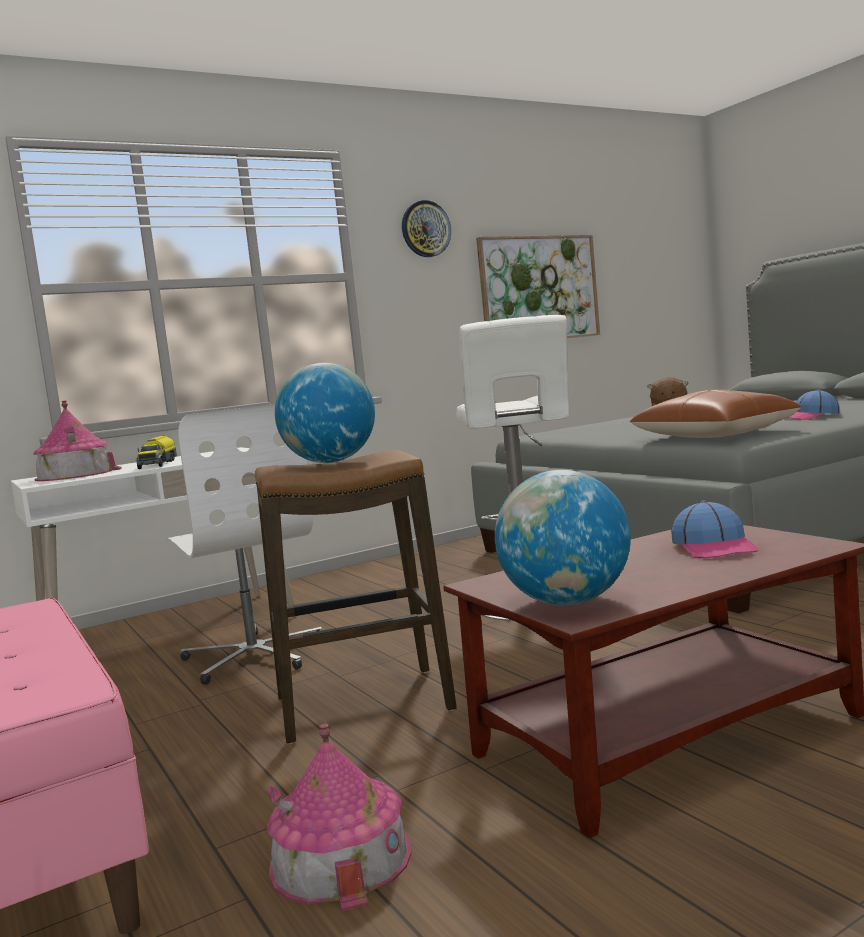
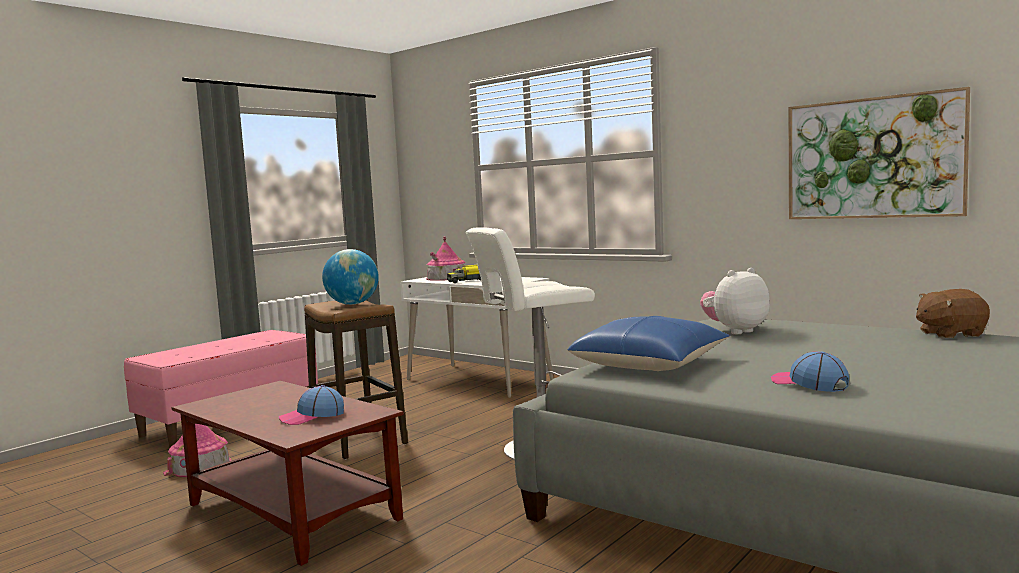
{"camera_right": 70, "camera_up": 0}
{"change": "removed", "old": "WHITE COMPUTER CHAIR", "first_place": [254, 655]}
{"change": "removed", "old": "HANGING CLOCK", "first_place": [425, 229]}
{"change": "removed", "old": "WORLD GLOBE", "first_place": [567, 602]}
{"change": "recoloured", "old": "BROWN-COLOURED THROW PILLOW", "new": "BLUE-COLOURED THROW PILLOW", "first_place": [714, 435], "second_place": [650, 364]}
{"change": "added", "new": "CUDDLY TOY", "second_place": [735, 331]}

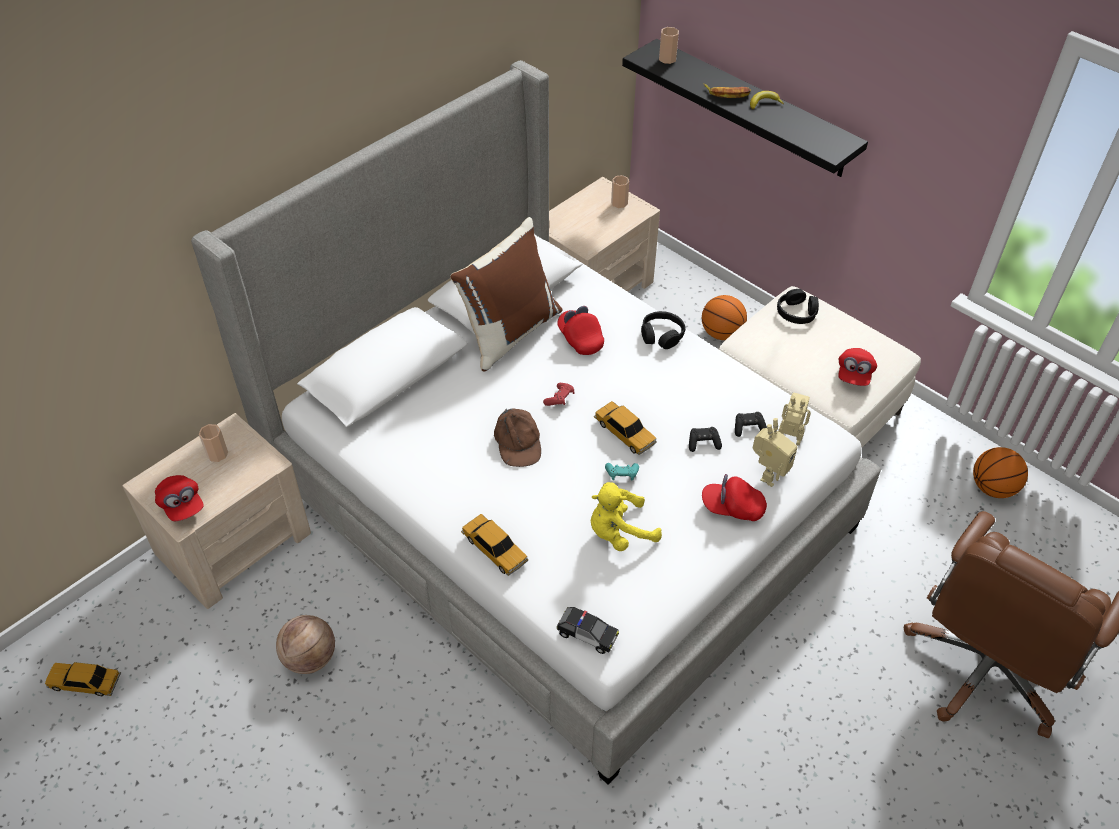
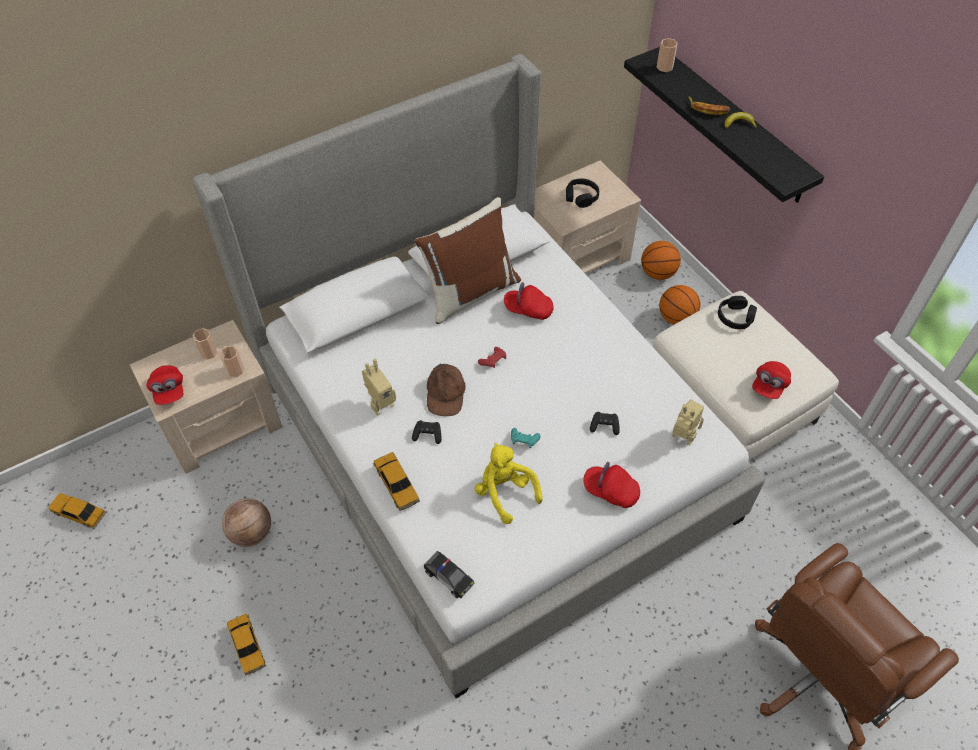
{"camera_right": 15, "camera_up": 5}
{"change": "turned", "old": "REDDISH BASEBALL CAP", "first_place": [580, 339], "second_place": [528, 309], "degrees": -60}
{"change": "turned", "old": "YELLOWISH CUDDLY TOY", "first_place": [619, 533], "second_place": [505, 492], "degrees": 60}
{"change": "moved", "old": "MINIATURE CAR", "first_place": [625, 433], "second_place": [247, 646]}
{"change": "moved", "old": "CUP", "first_place": [619, 203], "second_place": [235, 370]}
{"change": "moved", "old": "BLACKISH HEADSET", "first_place": [661, 335], "second_place": [581, 197]}
{"change": "moved", "old": "BLACKISH JOYPAD", "first_place": [748, 428], "second_place": [427, 435]}
{"change": "moved", "old": "TOY ROBOT", "first_place": [768, 474], "second_place": [380, 404]}
{"change": "moved", "old": "BALL FOR BASKETBALL", "first_place": [992, 488], "second_place": [658, 273]}

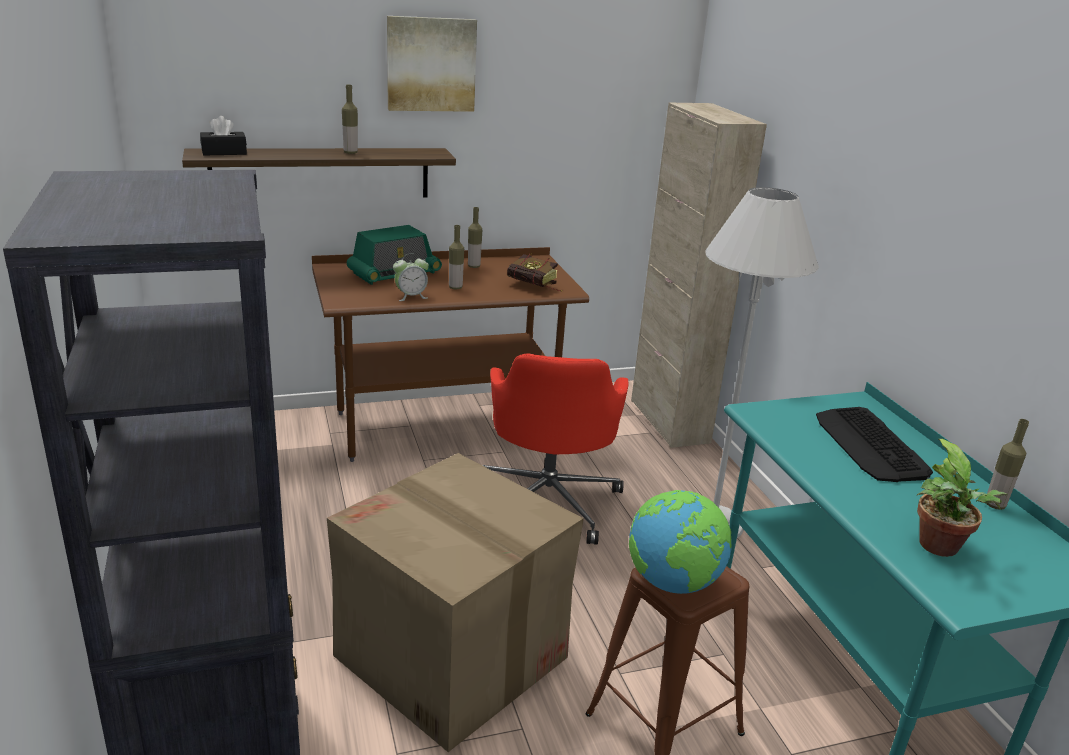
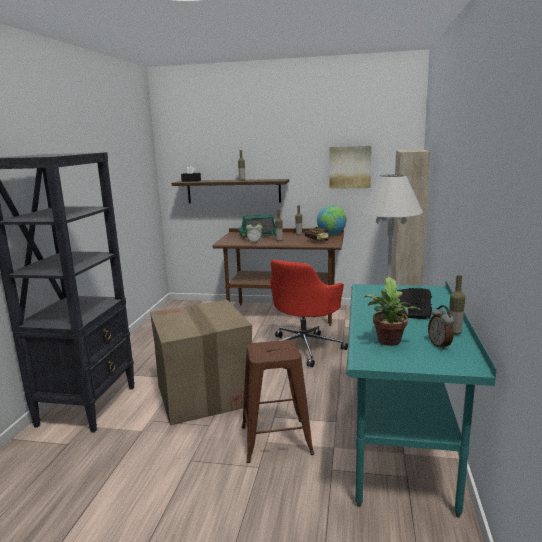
{"camera_right": 30, "camera_up": -10}
{"change": "moved", "old": "WALL ART", "first_place": [431, 64], "second_place": [350, 167]}
{"change": "moved", "old": "WORLD GLOBE", "first_place": [673, 583], "second_place": [331, 235]}
{"change": "added", "new": "ALARM CLOCK", "second_place": [440, 345]}

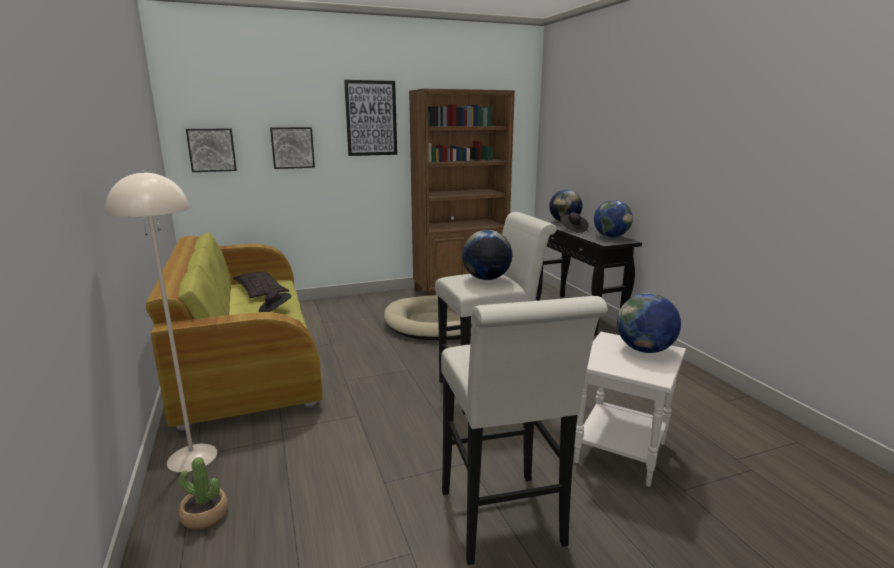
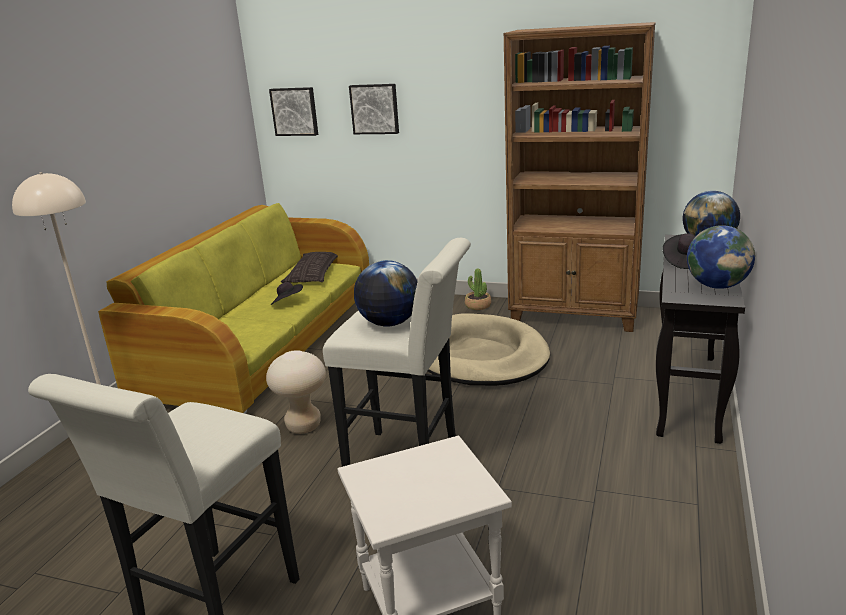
{"camera_right": 40, "camera_up": 5}
{"change": "moved", "old": "POTTED PLANT", "first_place": [205, 516], "second_place": [478, 306]}
{"change": "removed", "old": "WALL ART", "first_place": [371, 118]}
{"change": "removed", "old": "WORLD GLOBE", "first_place": [644, 350]}
{"change": "added", "new": "BEIGE-COLOURED STOOL", "second_place": [303, 426]}

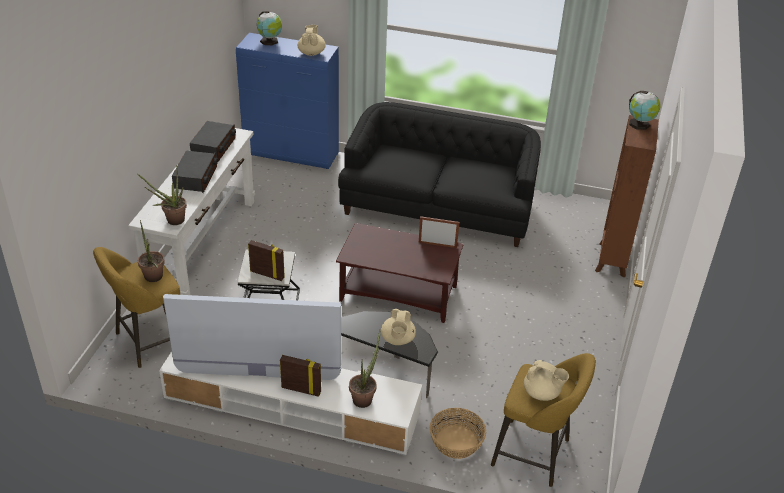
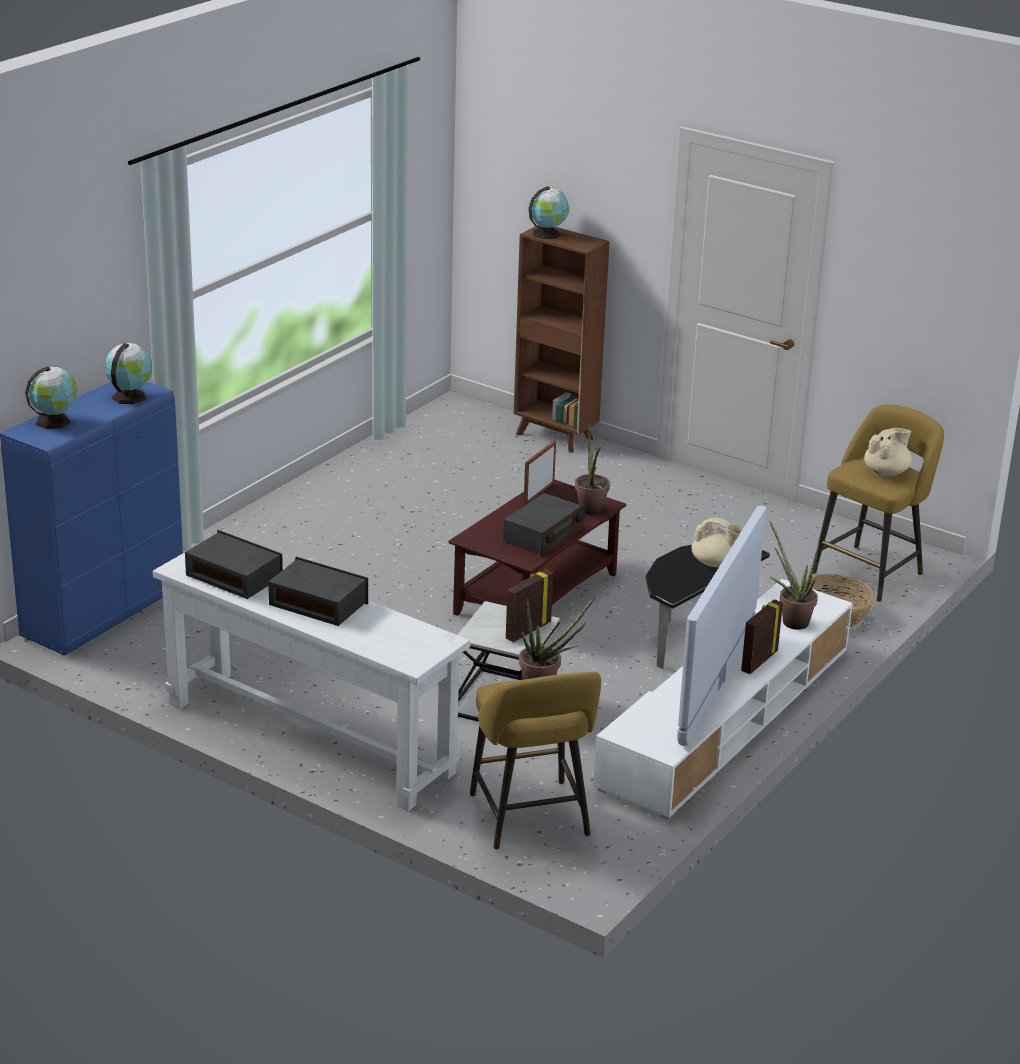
{"camera_right": -70, "camera_up": -10}
{"change": "moved", "old": "POTTED PLANT", "first_place": [171, 221], "second_place": [591, 512]}
{"change": "replaced", "old": "BEIGE-COLOURED TEA POT", "new": "WORLD GLOBE", "first_place": [311, 53], "second_place": [130, 396]}
{"change": "removed", "old": "BLACKISH COUCH", "first_place": [439, 207]}
{"change": "added", "new": "RADIO", "second_place": [543, 535]}

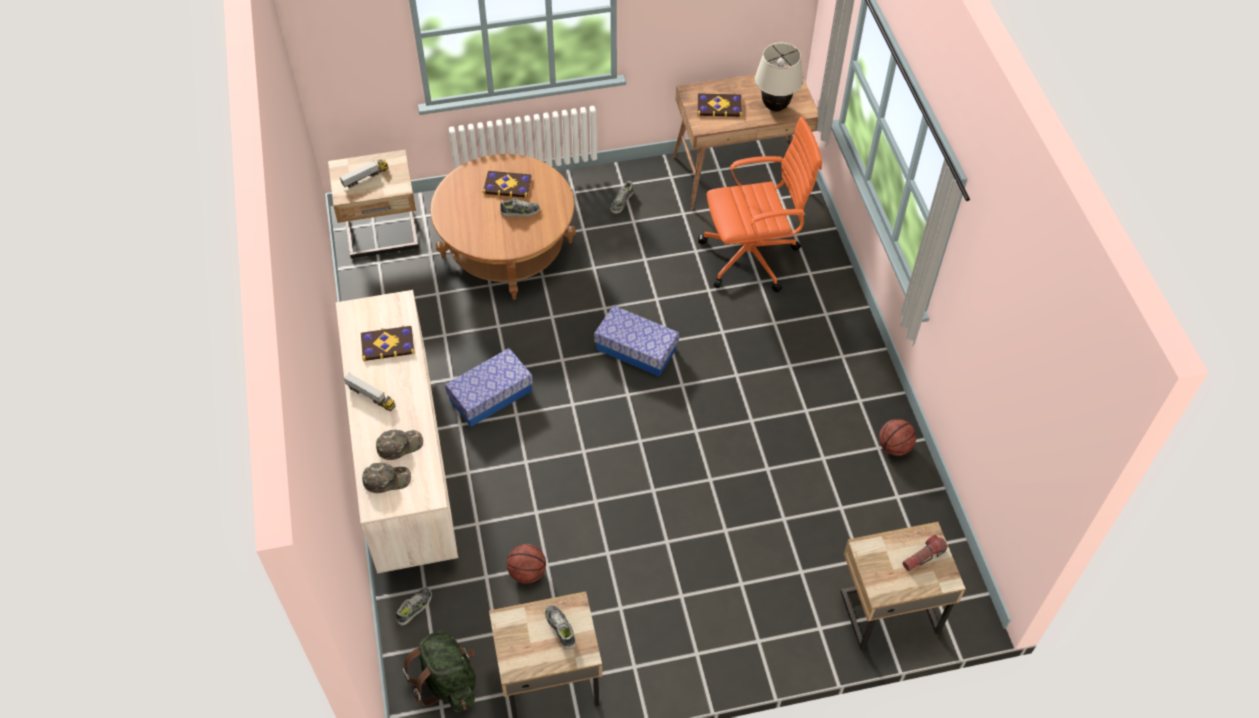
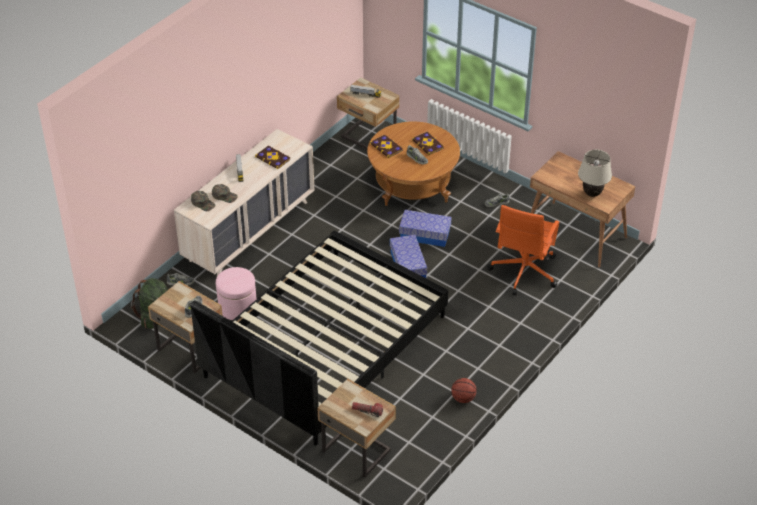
{"camera_right": 50, "camera_up": -10}
{"change": "moved", "old": "STORAGE BOX", "first_place": [490, 395], "second_place": [425, 235]}
{"change": "replaced", "old": "BALL FOR BASKETBALL", "new": "PINK FOOTREST", "first_place": [527, 572], "second_place": [237, 307]}
{"change": "moved", "old": "BOUND BOOK", "first_place": [719, 106], "second_place": [386, 147]}
{"change": "turned", "old": "ORANGEY COMPUTER CHAIR", "first_place": [752, 256], "second_place": [523, 272], "degrees": 75}
{"change": "added", "new": "BLACKISH SLEEPING BED", "second_place": [325, 346]}

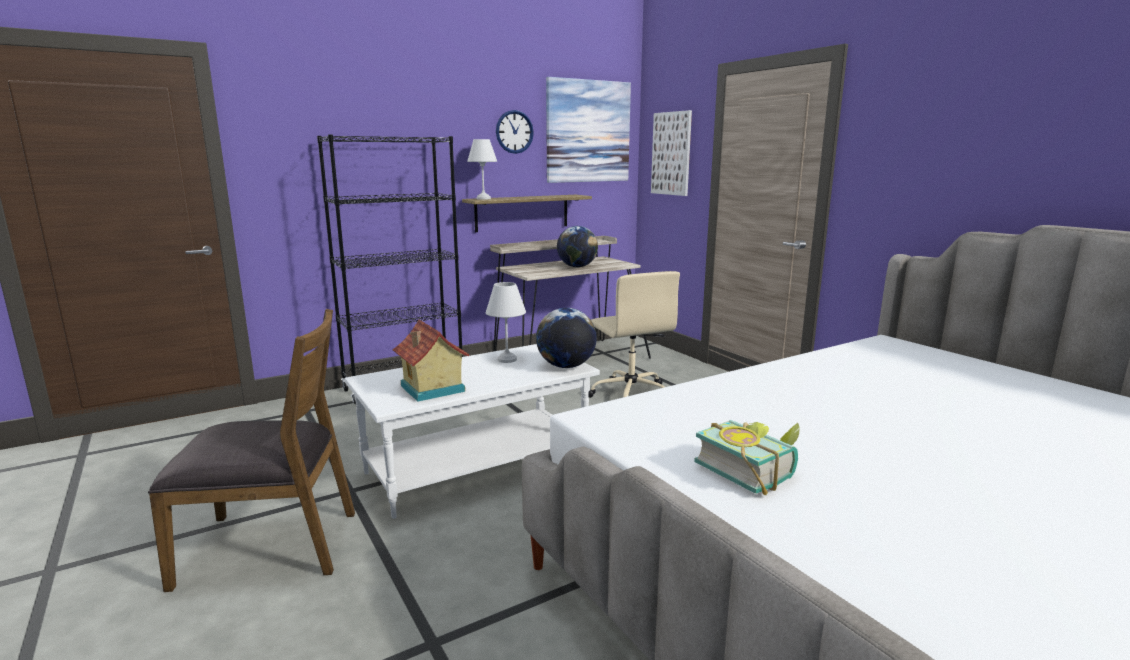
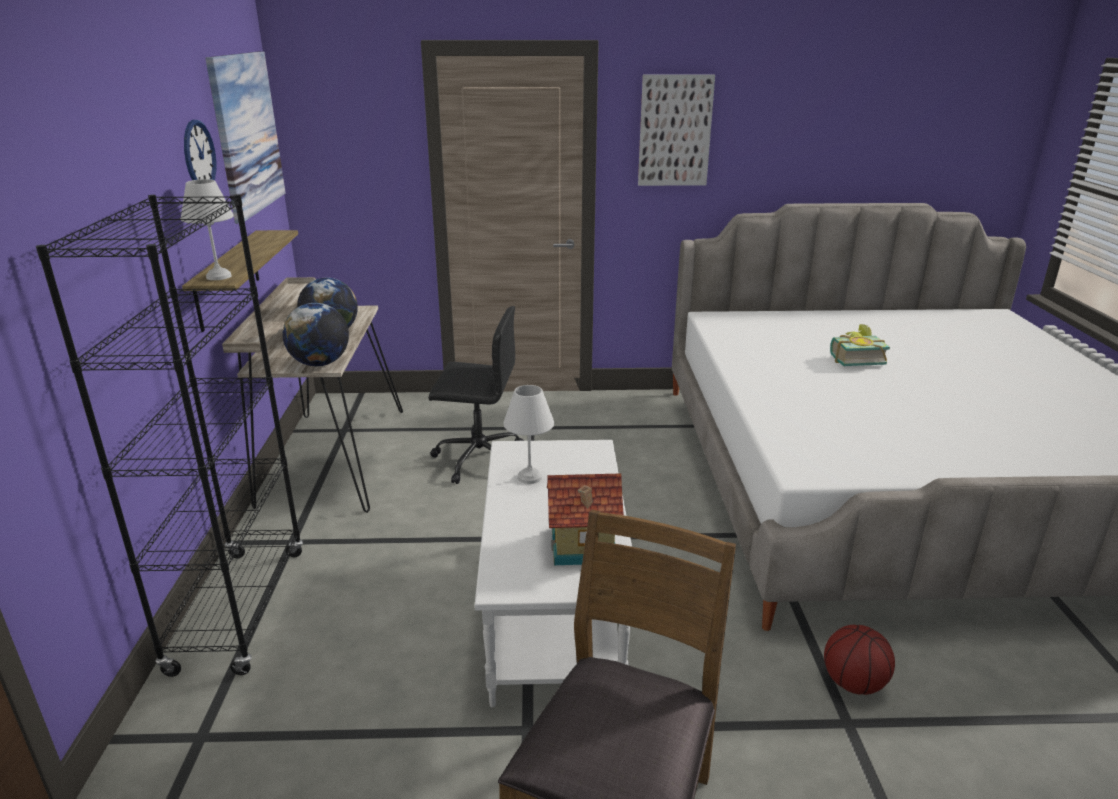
{"camera_right": -60, "camera_up": 10}
{"change": "moved", "old": "WORLD GLOBE", "first_place": [566, 366], "second_place": [320, 363]}
{"change": "recoloured", "old": "BEIGE-COLOURED COMPUTER CHAIR", "new": "BLACKISH COMPUTER CHAIR", "first_place": [630, 394], "second_place": [477, 458]}
{"change": "moved", "old": "WALL ART", "first_place": [671, 153], "second_place": [675, 131]}
{"change": "moved", "old": "BOUND BOOK", "first_place": [750, 470], "second_place": [854, 359]}
{"change": "added", "new": "BALL FOR BASKETBALL", "second_place": [853, 682]}

